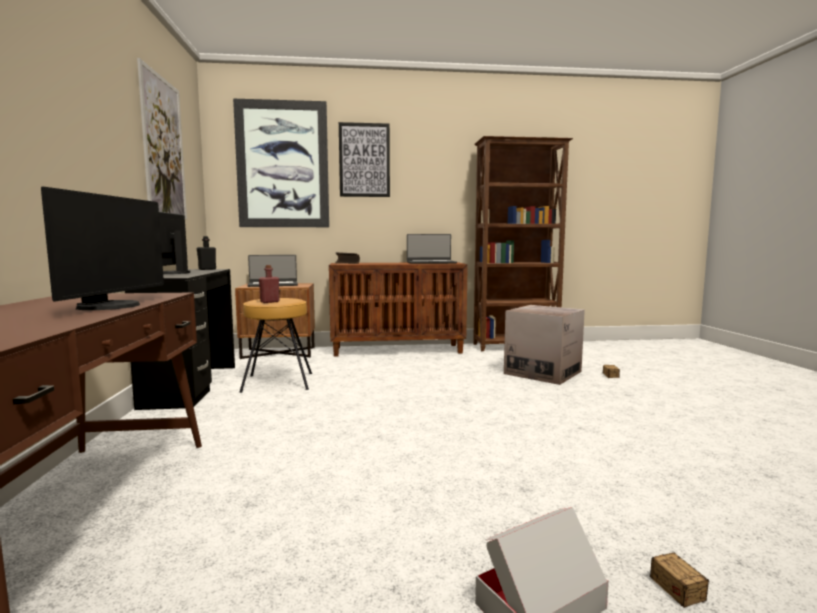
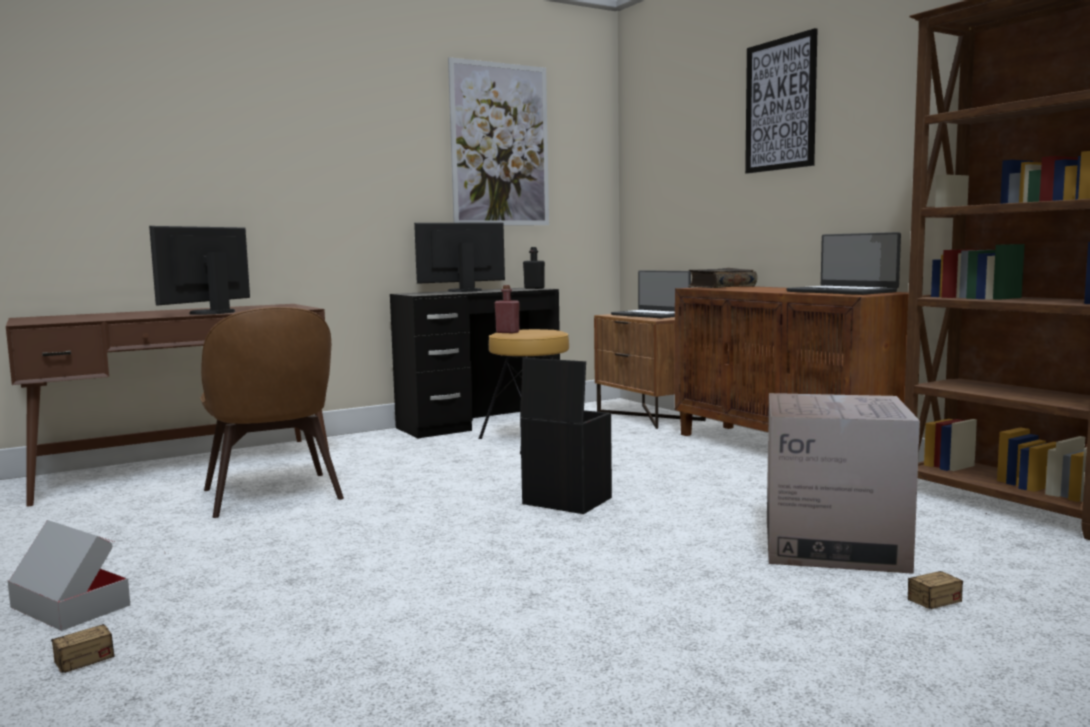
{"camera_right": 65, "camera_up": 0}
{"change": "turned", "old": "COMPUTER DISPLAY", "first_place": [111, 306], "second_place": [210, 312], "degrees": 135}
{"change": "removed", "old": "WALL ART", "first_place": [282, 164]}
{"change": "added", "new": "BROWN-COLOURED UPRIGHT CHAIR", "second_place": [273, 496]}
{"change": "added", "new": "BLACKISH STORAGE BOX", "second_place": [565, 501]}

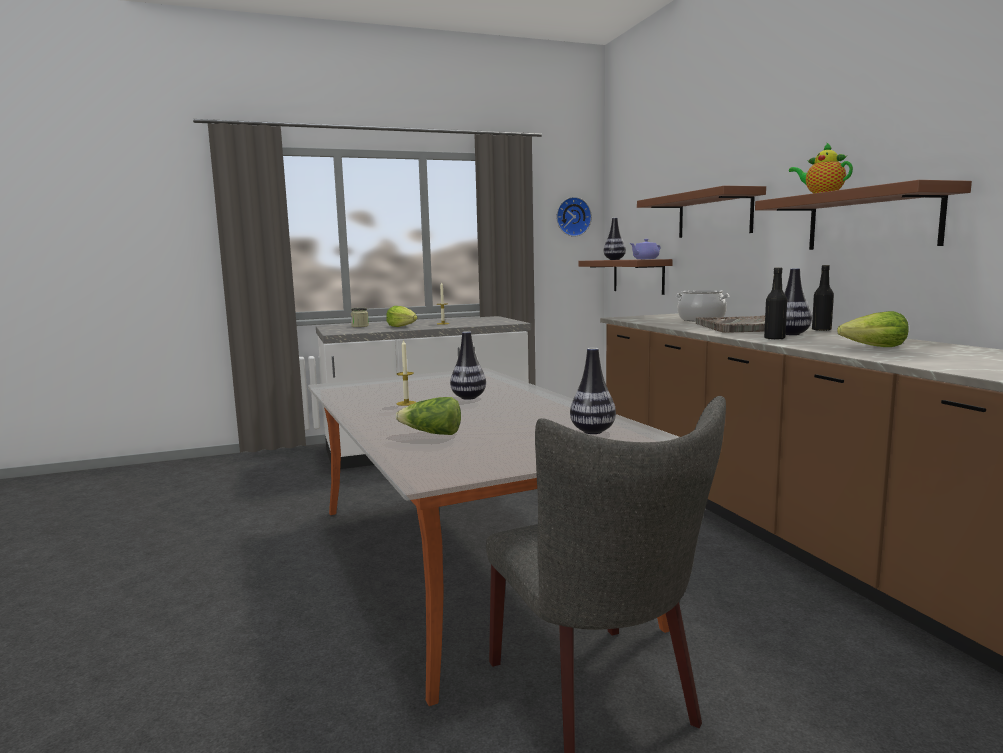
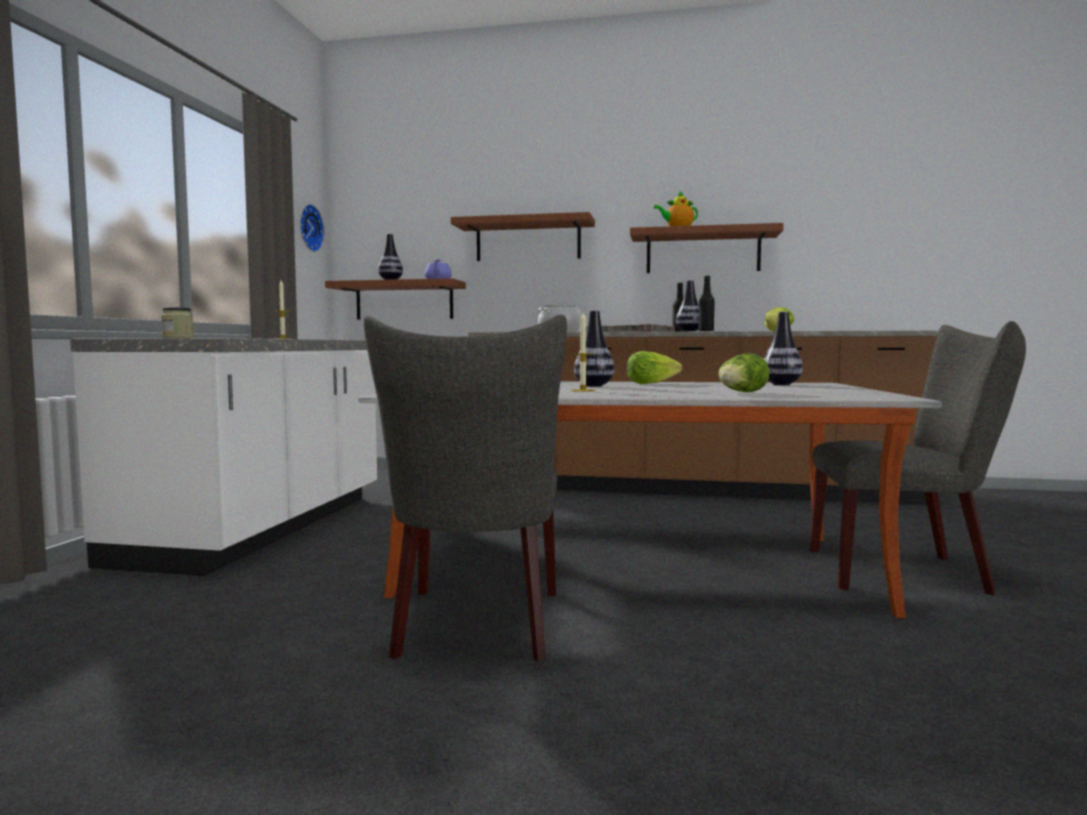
{"camera_right": -60, "camera_up": -5}
{"change": "moved", "old": "LETTUCE HEAD", "first_place": [402, 327], "second_place": [651, 383]}
{"change": "added", "new": "GRAY UPRIGHT CHAIR", "second_place": [477, 627]}

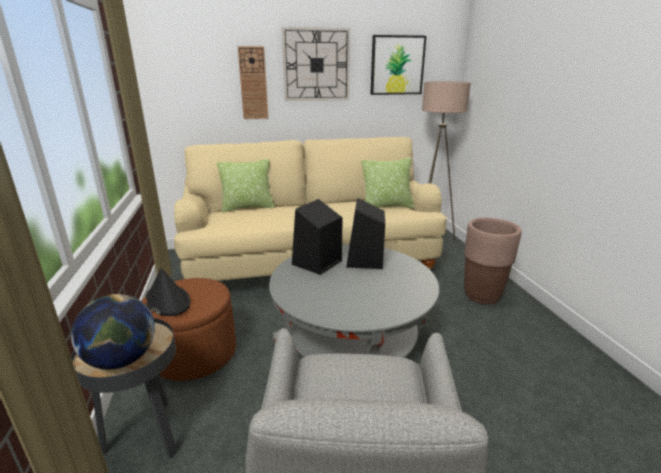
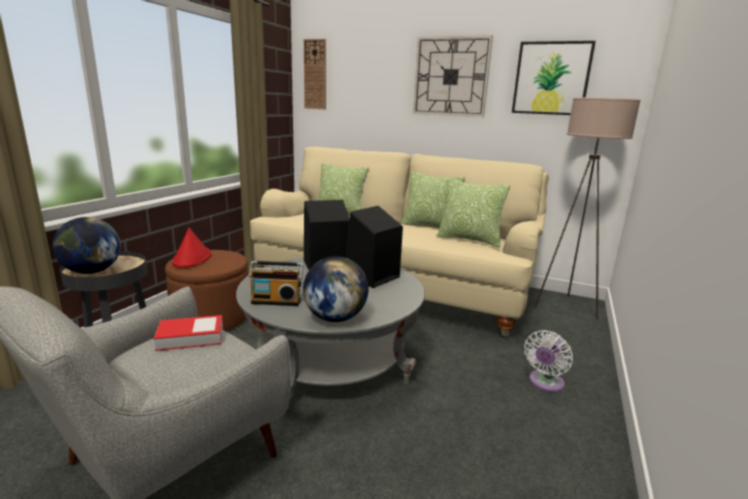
{"camera_right": 35, "camera_up": -5}
{"change": "recoloured", "old": "BLACKISH CLOTHING HAT", "new": "REDDISH CLOTHING HAT", "first_place": [167, 300], "second_place": [192, 258]}
{"change": "moved", "old": "HANGING CLOCK", "first_place": [253, 83], "second_place": [315, 74]}
{"change": "replaced", "old": "BROWN-COLOURED PLANTER", "new": "WHITE FAN", "first_place": [482, 295], "second_place": [544, 383]}
{"change": "added", "new": "BOUND BOOK", "second_place": [190, 337]}
{"change": "added", "new": "RADIO", "second_place": [277, 301]}
{"change": "added", "new": "WORLD GLOBE", "second_place": [335, 318]}
{"change": "added", "new": "THROW PILLOW", "second_place": [430, 226]}

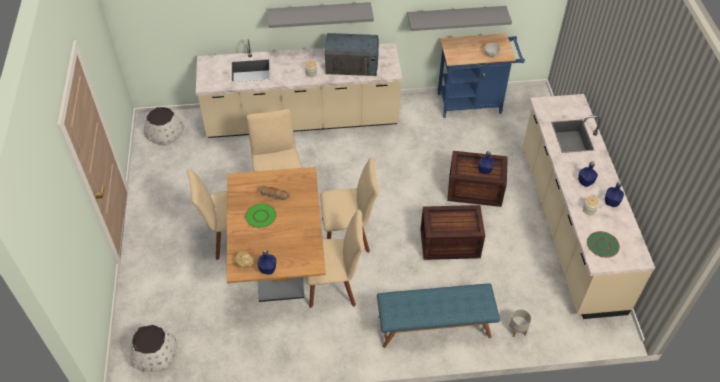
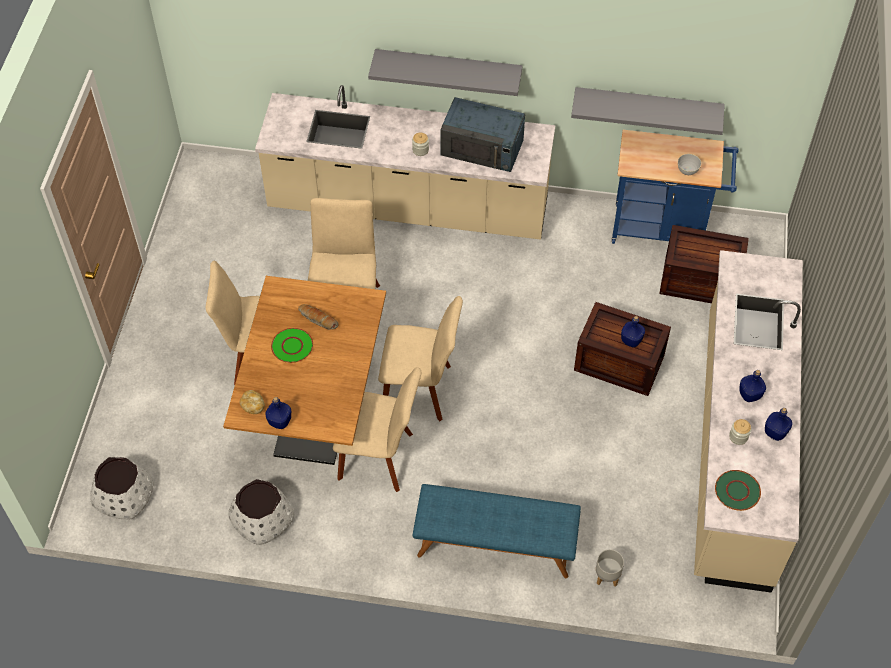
{"camera_right": 15, "camera_up": 5}
{"change": "moved", "old": "WHITE PLANTER", "first_place": [165, 134], "second_place": [262, 518]}
{"change": "moved", "old": "CRATE", "first_place": [449, 243], "second_place": [698, 280]}

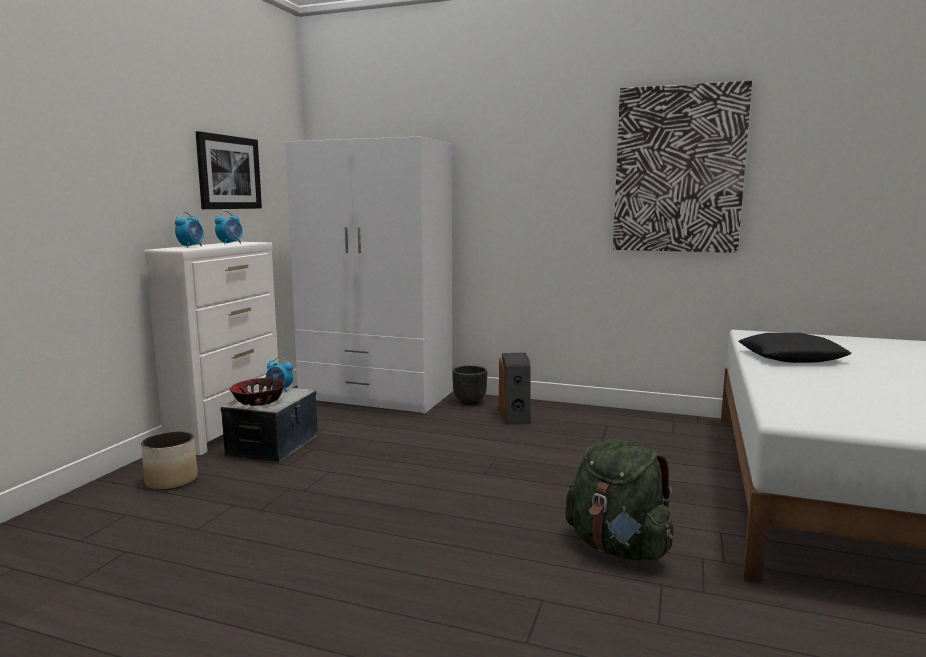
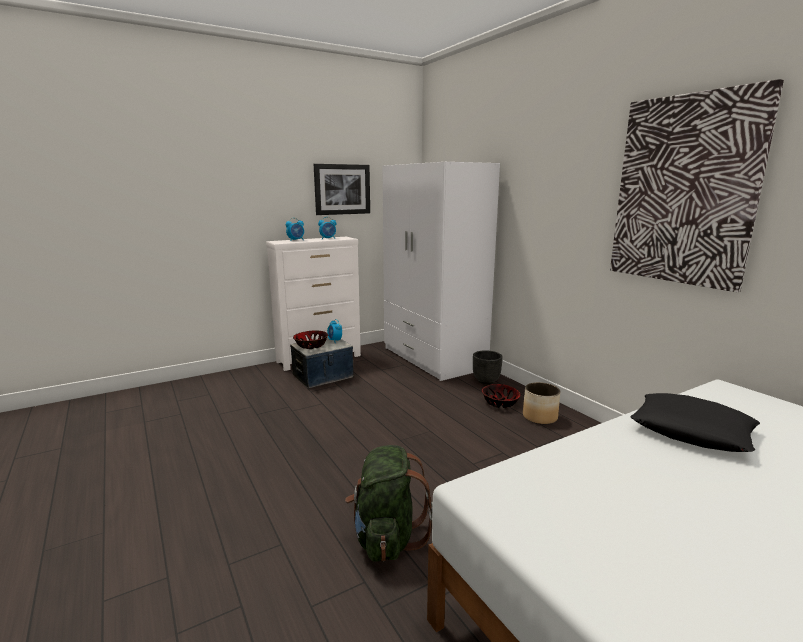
{"camera_right": 40, "camera_up": 5}
{"change": "moved", "old": "PLANTER", "first_place": [172, 481], "second_place": [540, 417]}
{"change": "replaced", "old": "LOUDSPEAKER", "new": "BOWL", "first_place": [515, 416], "second_place": [500, 403]}

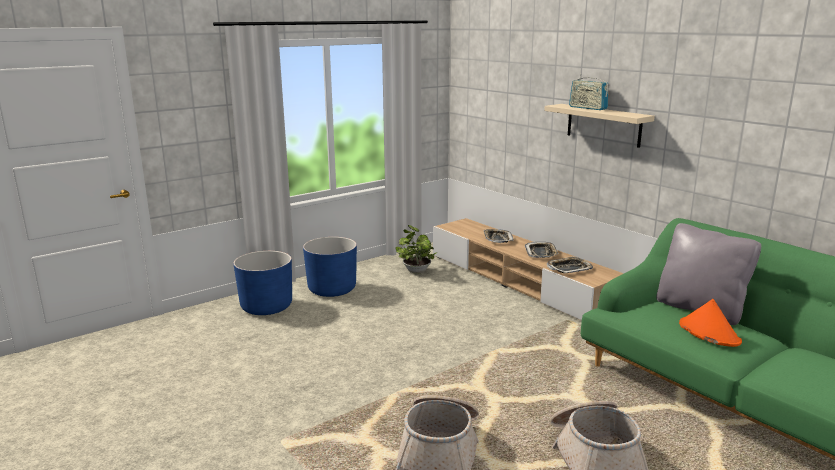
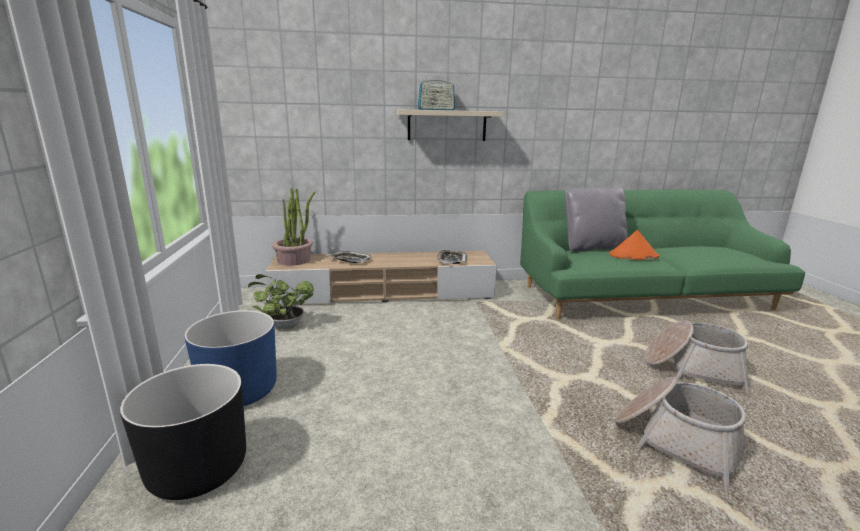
{"camera_right": -60, "camera_up": 0}
{"change": "recoloured", "old": "BLUE-COLOURED PLANTER", "new": "BLACKISH PLANTER", "first_place": [266, 306], "second_place": [198, 469]}
{"change": "removed", "old": "CARRYING TRAY", "first_place": [541, 253]}
{"change": "added", "new": "POTTED PLANT", "second_place": [294, 260]}

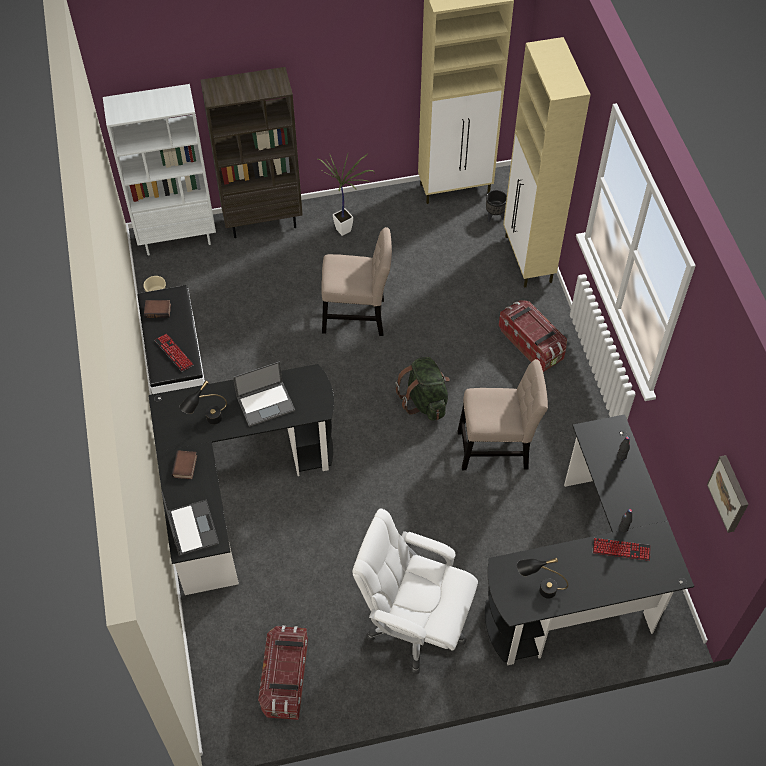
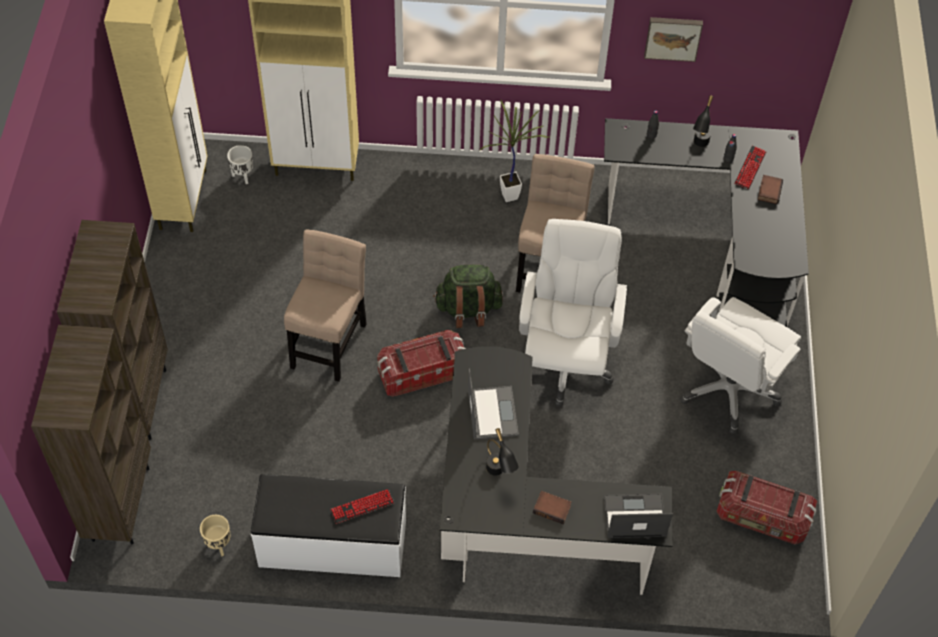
{"camera_right": -75, "camera_up": 0}
{"change": "recoloured", "old": "WHITE BOOKSHELF", "new": "BROWN-COLOURED BOOKSHELF", "first_place": [178, 238], "second_place": [119, 503]}
{"change": "moved", "old": "BOUND BOOK", "first_place": [158, 310], "second_place": [768, 191]}
{"change": "moved", "old": "POTTED PLANT", "first_place": [346, 230], "second_place": [510, 193]}
{"change": "recoloured", "old": "BLACKISH PLANTER", "new": "WHITE PLANTER", "first_place": [494, 216], "second_place": [242, 176]}
{"change": "moved", "old": "STORAGE BOX", "first_place": [531, 344], "second_place": [422, 372]}
{"change": "moved", "old": "BLACKISH TABLETOP LAMP", "first_place": [539, 590], "second_place": [699, 146]}
{"change": "moved", "old": "WALL ART", "first_place": [730, 493], "second_place": [673, 37]}
{"change": "added", "new": "WHITE COMPUTER CHAIR", "second_place": [565, 361]}

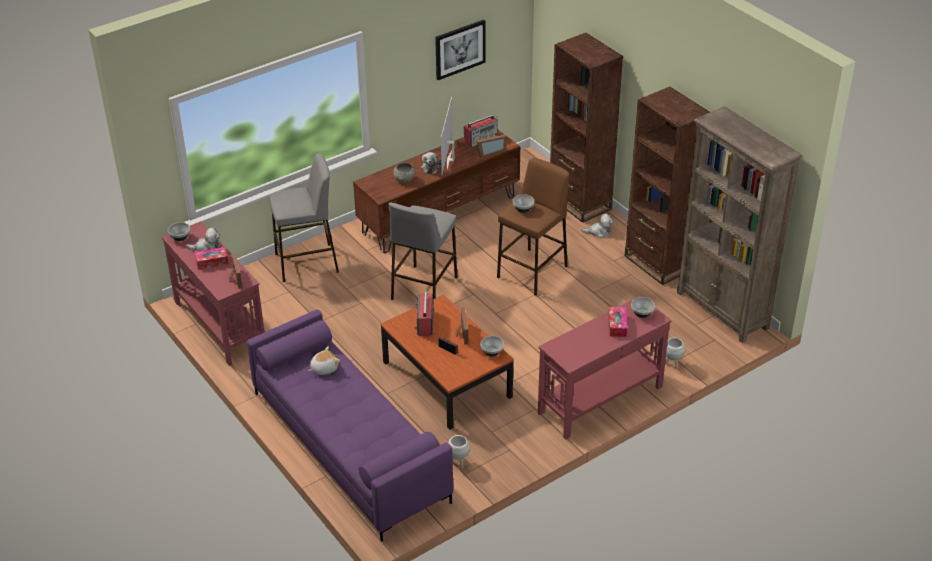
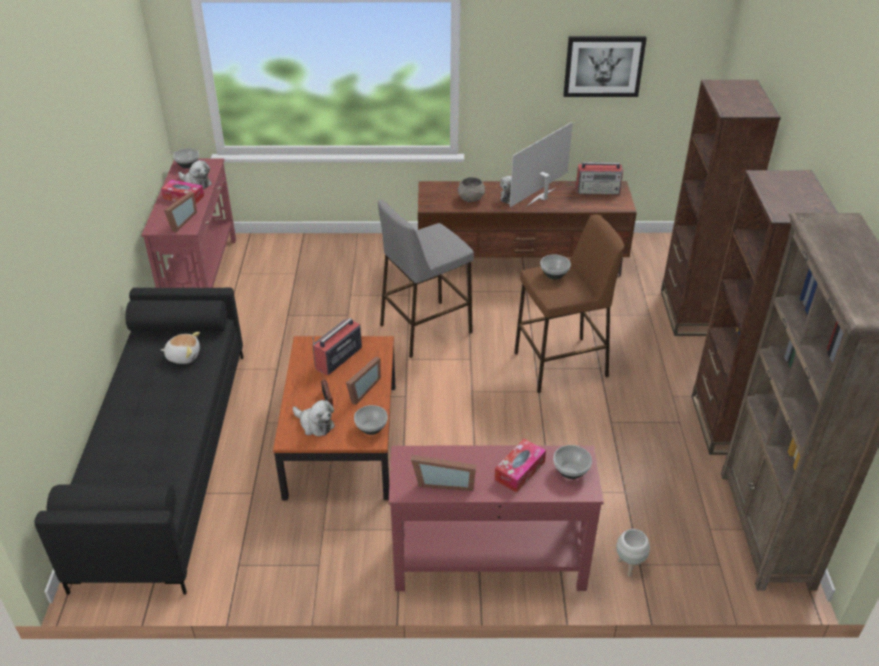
{"camera_right": 35, "camera_up": 0}
{"change": "recoloured", "old": "PURPLISH COUCH", "new": "BLACKISH COUCH", "first_place": [348, 446], "second_place": [165, 459]}
{"change": "removed", "old": "GRAY STOOL", "first_place": [307, 262]}
{"change": "removed", "old": "WHITE PLANTER", "first_place": [458, 463]}
{"change": "moved", "old": "STANDING FRAME", "first_place": [489, 152], "second_place": [444, 481]}
{"change": "moved", "old": "CUDDLY TOY", "first_place": [598, 232], "second_place": [315, 424]}

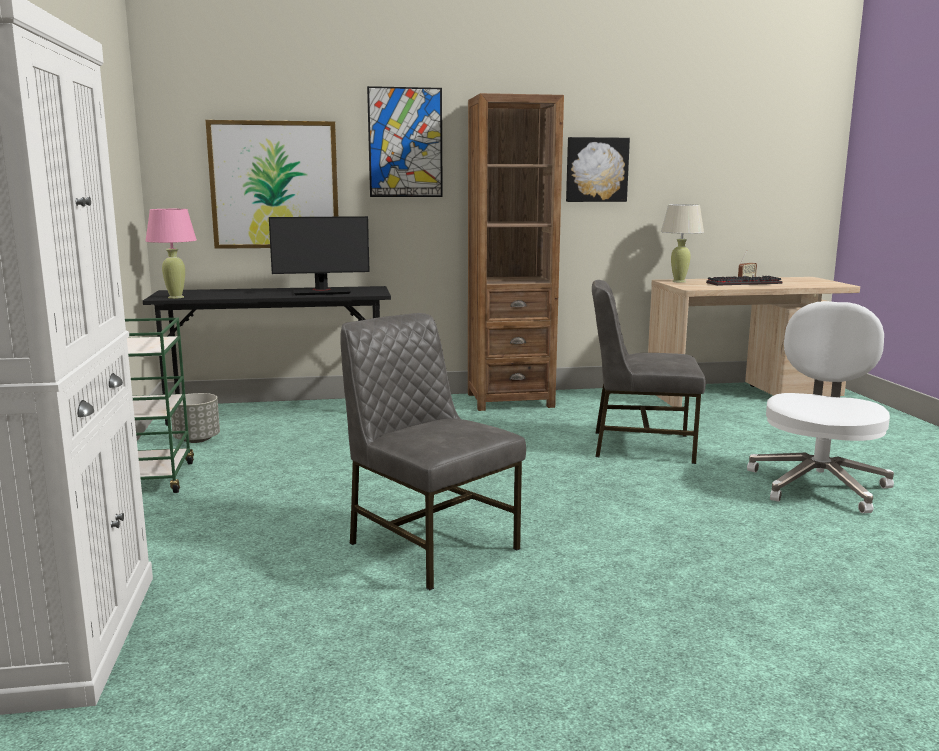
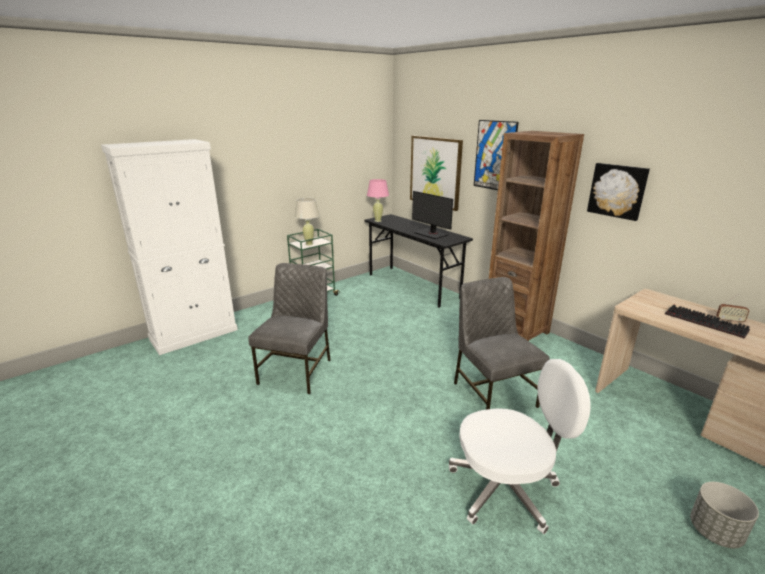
{"camera_right": 60, "camera_up": 10}
{"change": "moved", "old": "GRAY PLANTER", "first_place": [197, 440], "second_place": [715, 532]}
{"change": "moved", "old": "BEIGE-COLOURED TABLETOP LAMP", "first_place": [679, 281], "second_place": [309, 244]}

